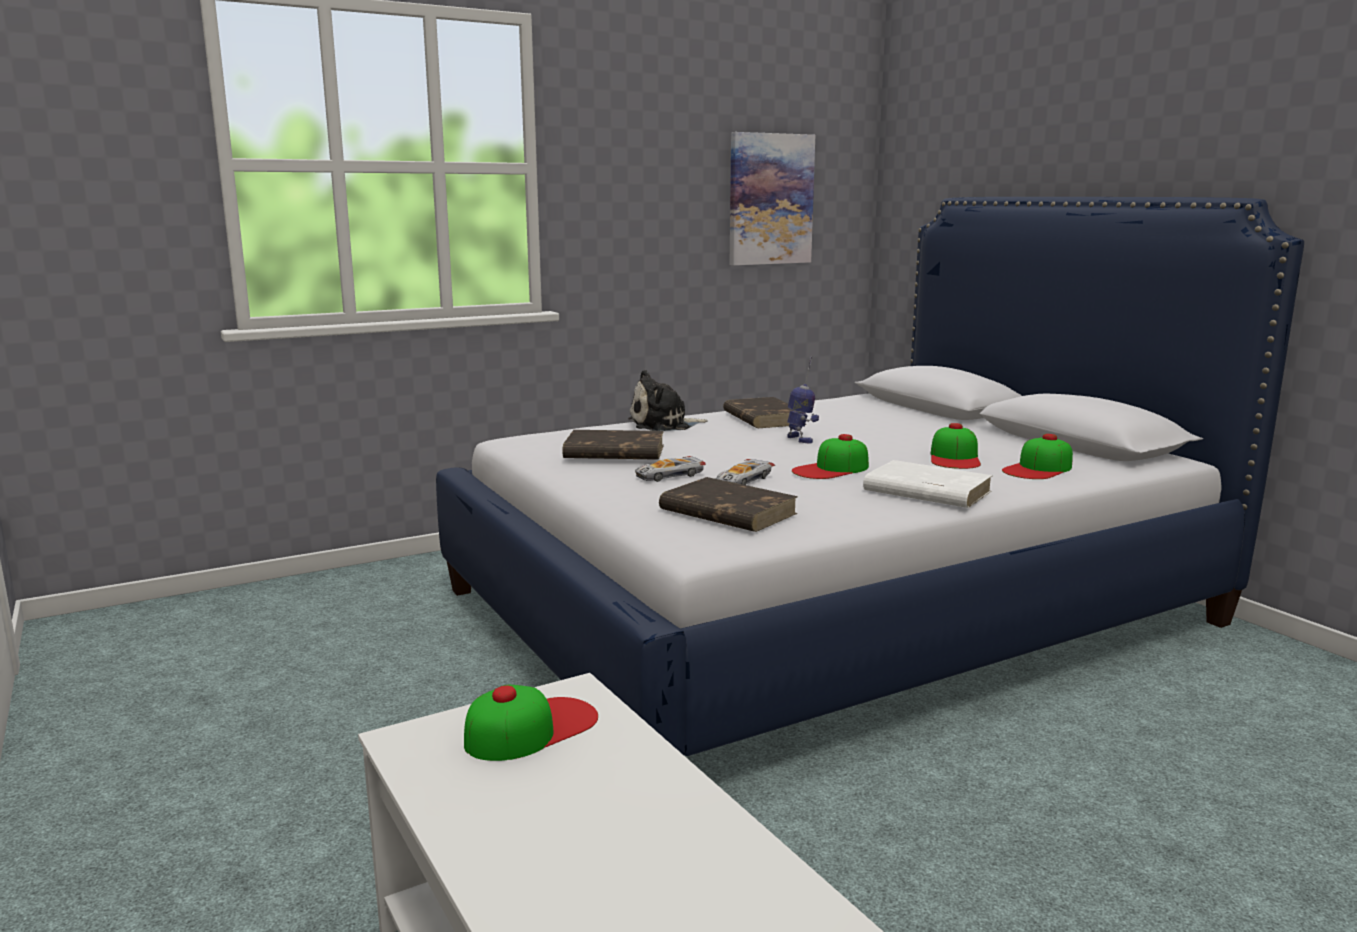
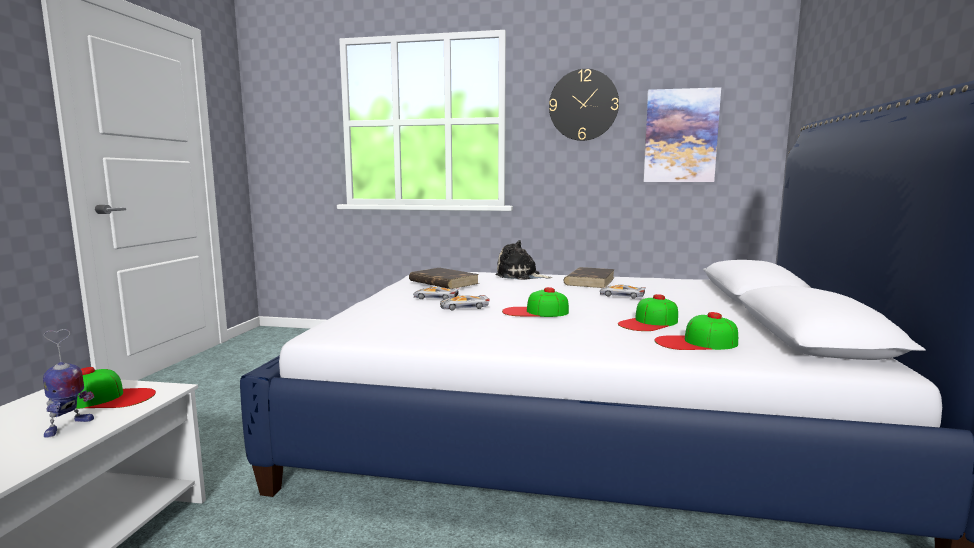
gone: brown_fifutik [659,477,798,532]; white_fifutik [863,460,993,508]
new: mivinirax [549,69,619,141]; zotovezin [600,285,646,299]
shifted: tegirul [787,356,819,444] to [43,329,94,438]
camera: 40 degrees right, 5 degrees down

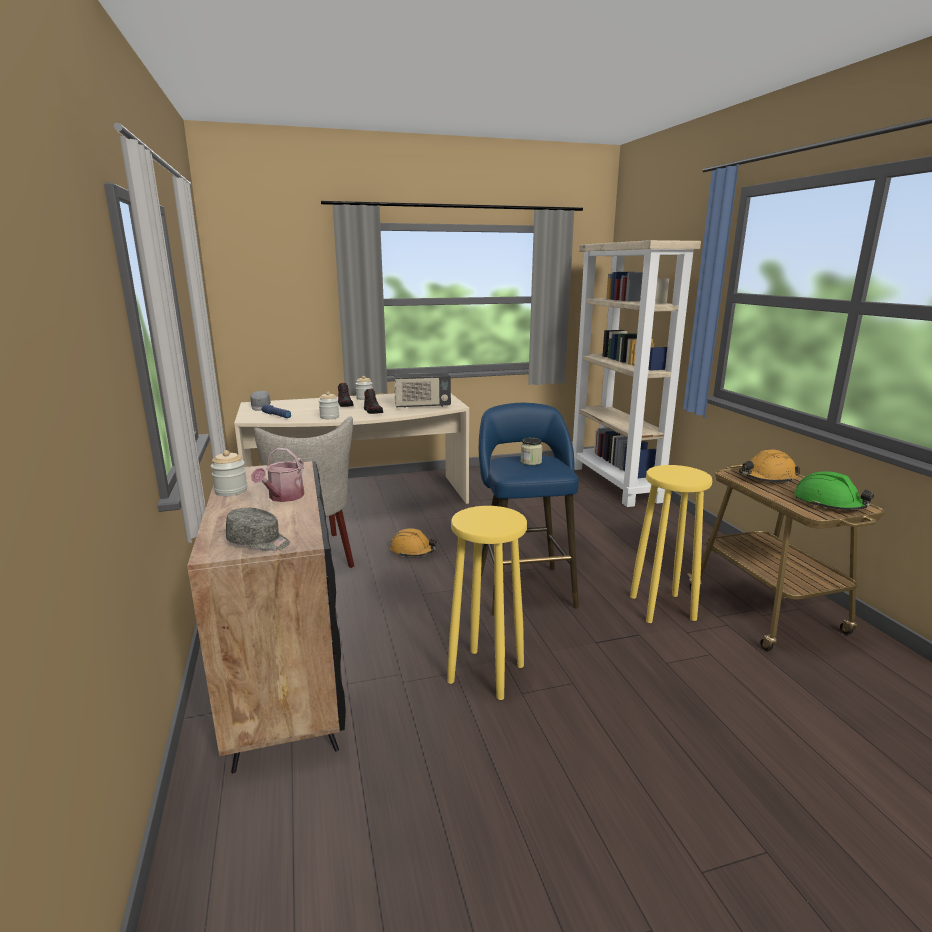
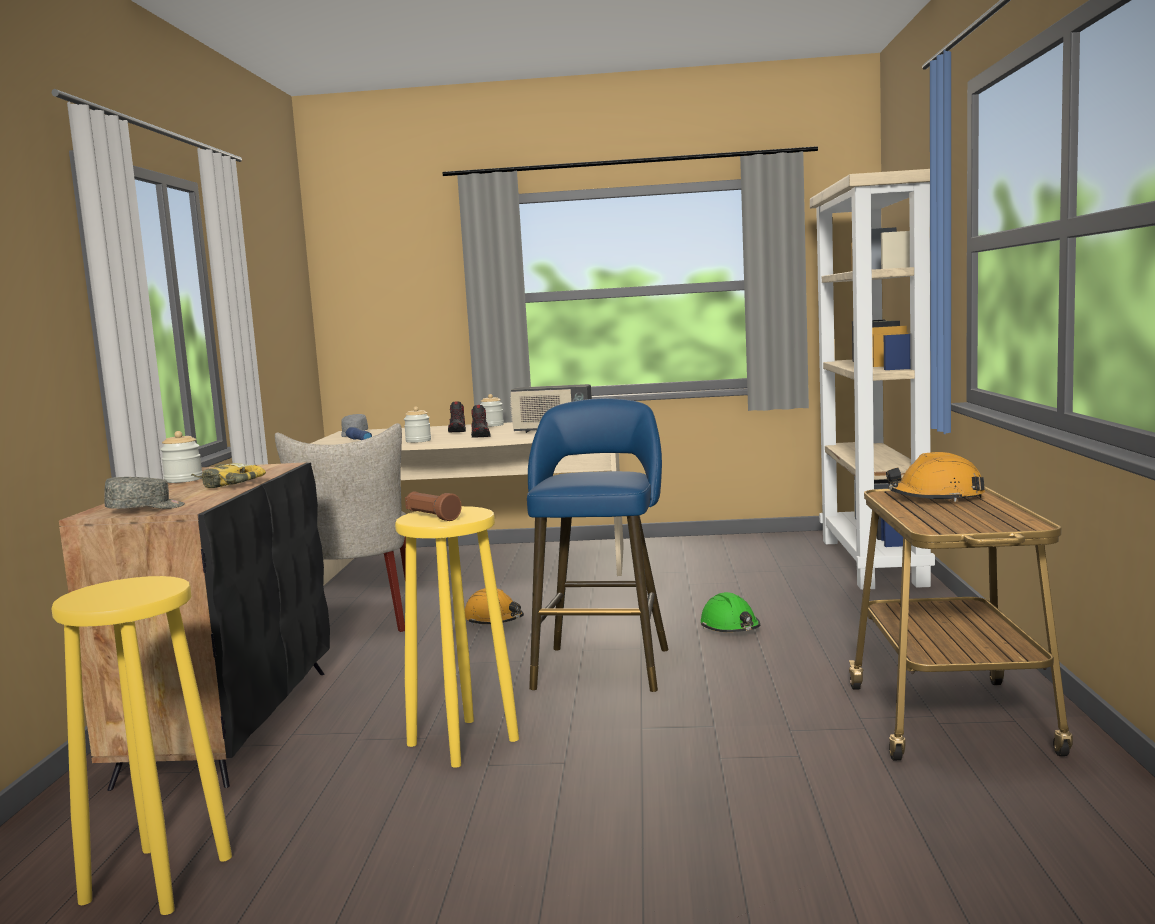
gone: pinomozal [521,438,543,465]
new: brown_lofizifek [405,492,462,521]
shifted: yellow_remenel [630,465,712,623] to [51,576,232,915]; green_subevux [794,471,874,510] to [700,592,760,632]
swapped: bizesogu [251,448,305,502] to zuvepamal [191,463,266,488]
rotated: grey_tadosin [226,507,290,551] = [104,477,185,509] 60 degrees counterclockwise
camera: 20 degrees right, 10 degrees down

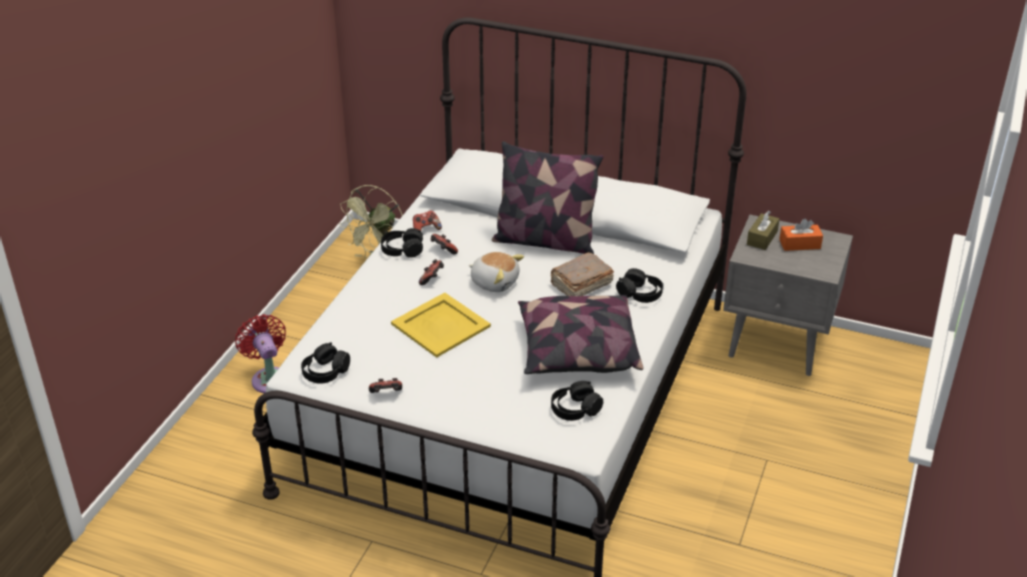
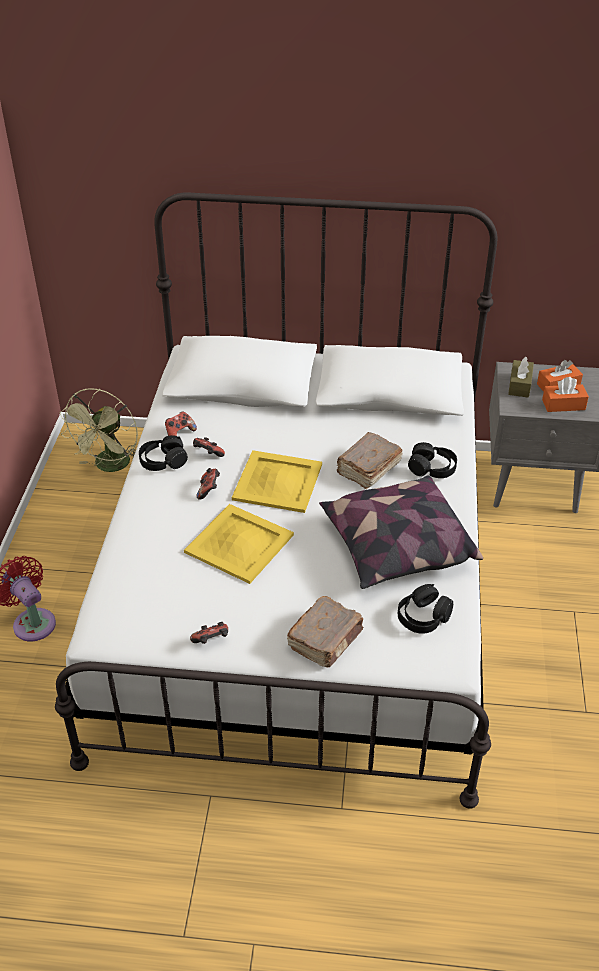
gone: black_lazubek [301,342,350,384]; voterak [492,141,604,254]
new: brown_fifutik [287,596,363,667]; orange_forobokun [542,377,589,412]
swapped: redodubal [469,252,524,292] to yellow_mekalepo [232,450,322,513]
camera: 15 degrees left, 5 degrees up

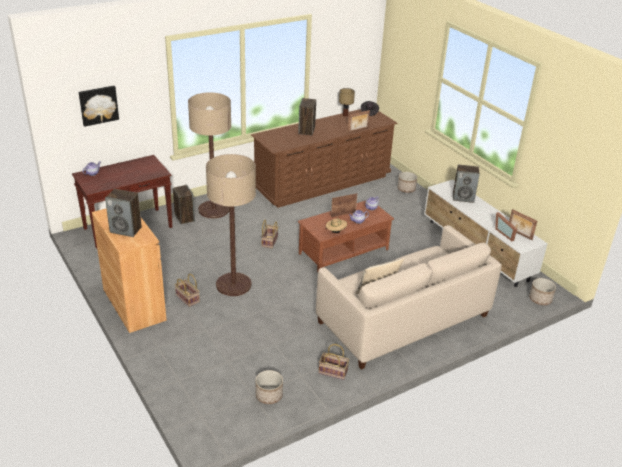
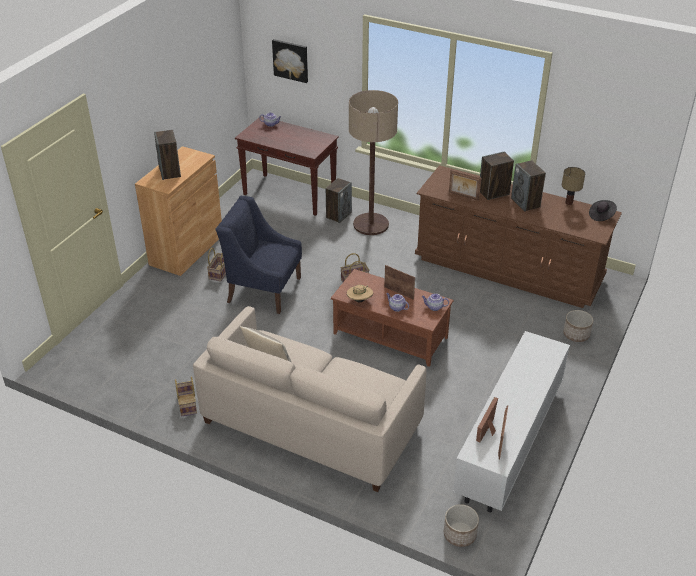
gone: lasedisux [256,370,283,404]
shifted: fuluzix [348,110,370,133] to [449,170,481,201]; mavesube [453,165,480,203] to [511,160,546,212]
swapped: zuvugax [206,154,256,296] to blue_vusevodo [215,196,302,314]
camera: 60 degrees right, 5 degrees up

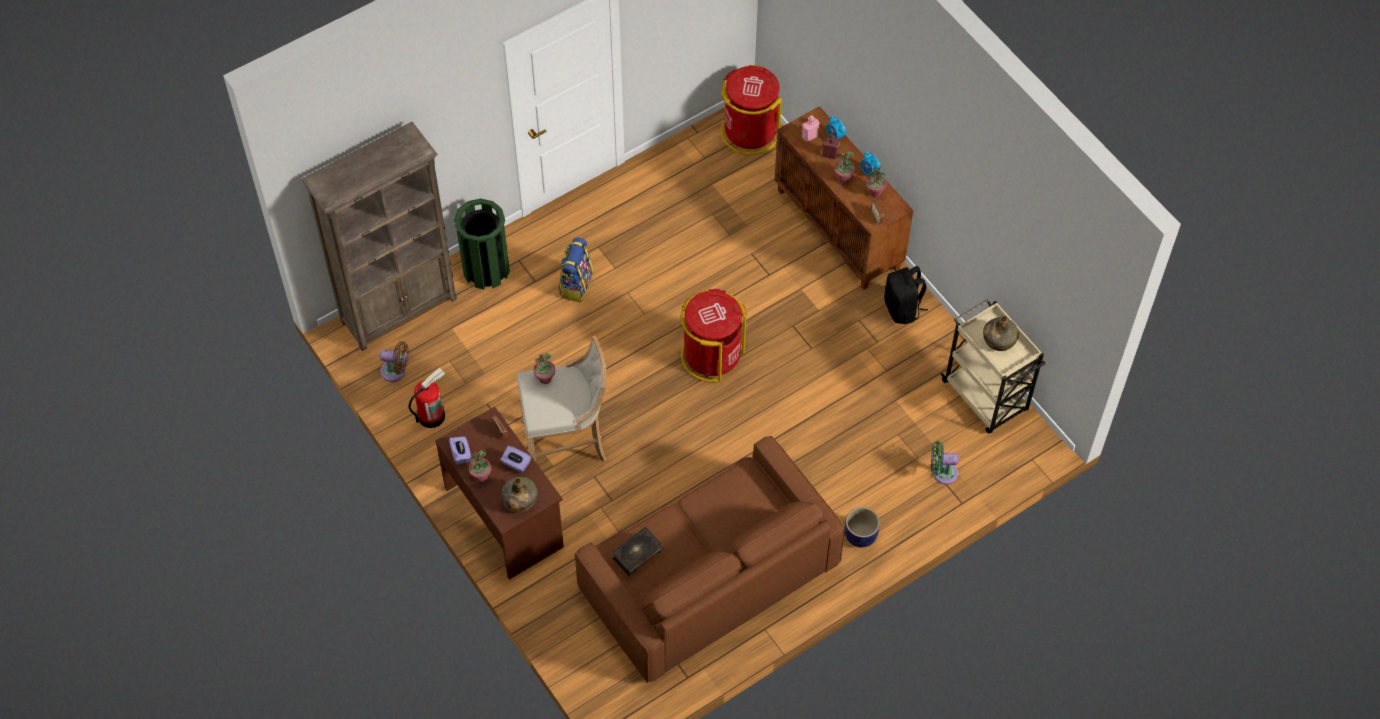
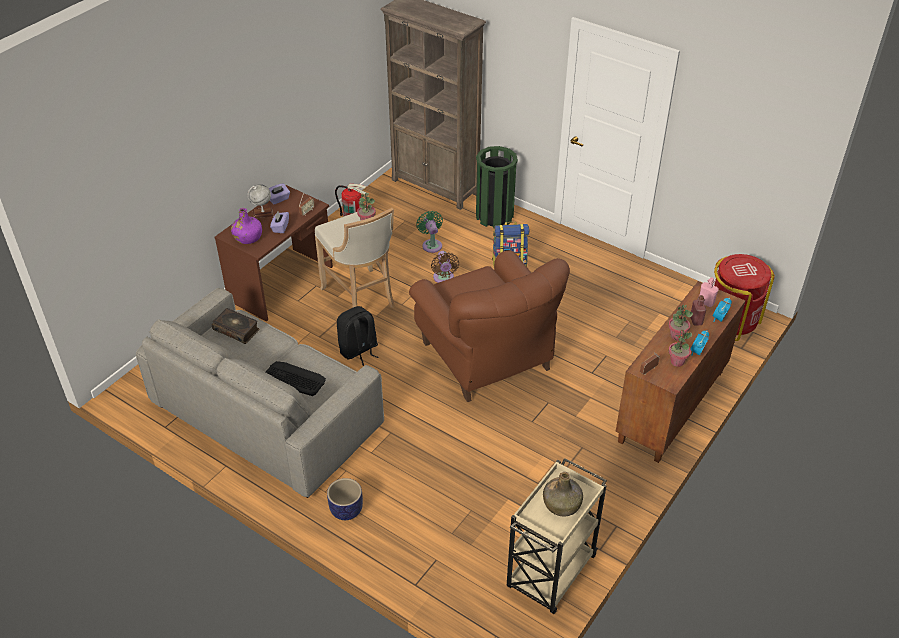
new: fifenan [266,361,326,396]
shifted: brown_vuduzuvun [380,341,408,382] to [431,251,459,283]; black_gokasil [884,266,928,324] to [337,306,379,366]; green_vuduzuvun [931,441,959,484] to [416,211,443,253]
swapped: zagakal [469,450,491,482] to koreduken [248,184,273,219]; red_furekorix [681,289,747,382] to brown_vusevodo [409,251,570,402]
repainted: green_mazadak [501,477,538,513] to purple_mazadak [231,208,262,244]; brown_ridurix [575,436,845,683] to grey_ridurix [136,288,384,498]
camera: 70 degrees right, 15 degrees down

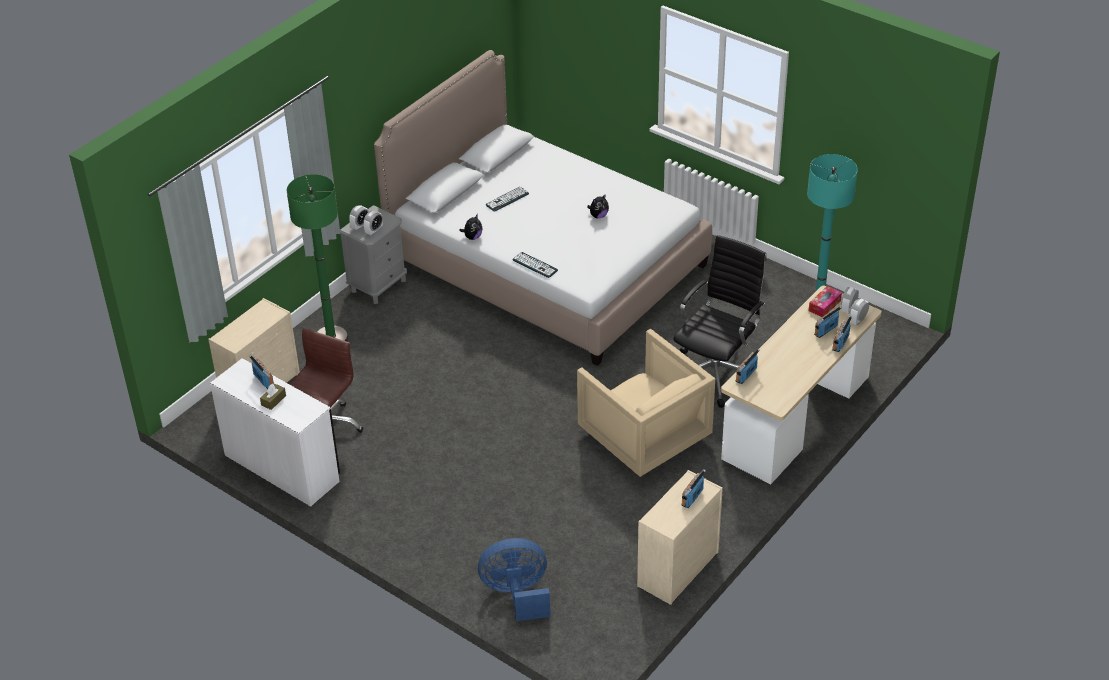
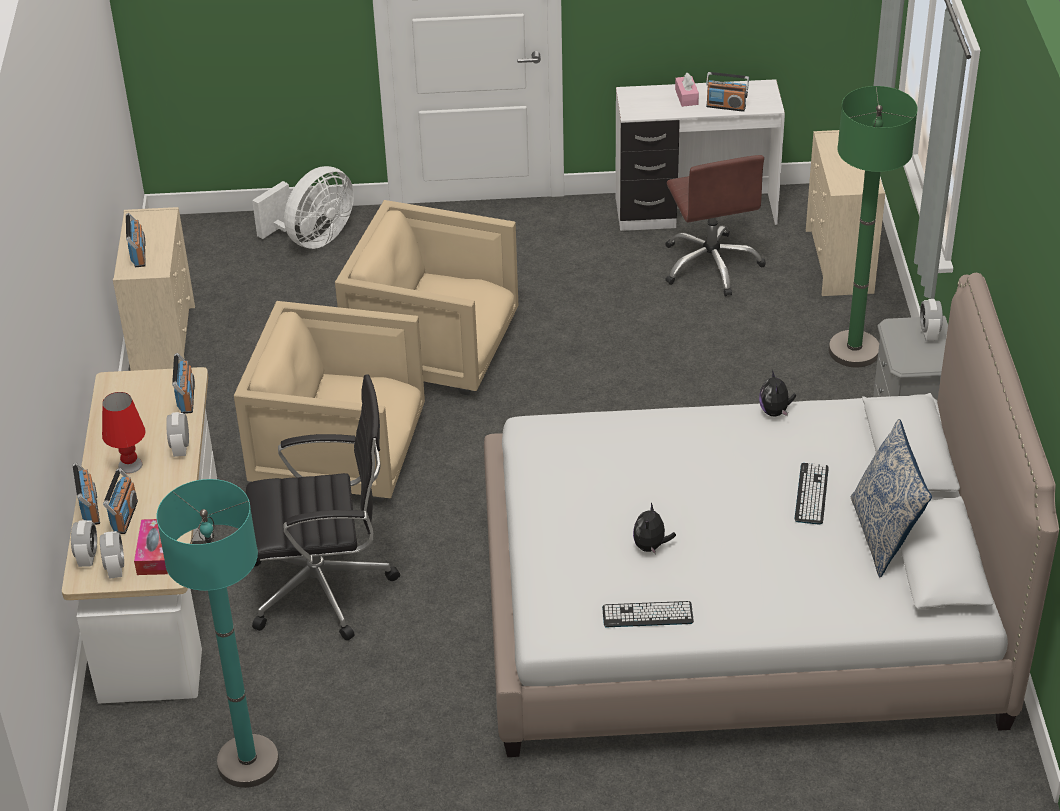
new: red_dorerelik [102,392,146,473]; beige_vusevodo [335,200,518,395]; voterak [851,419,932,578]
shifted: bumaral [363,210,383,236] to [166,412,189,457]; fifenan [512,252,558,278] to [602,601,694,627]
repainted: brown_forobokun [260,384,286,410] to pink_forobokun [675,72,699,107]; blue_vuduzuvun [478,538,551,621] to white_vuduzuvun [252,166,354,249]
rotated: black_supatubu [673,235,766,408] = [246,374,400,640] 90 degrees counterclockwise
camera: 140 degrees right, 0 degrees up

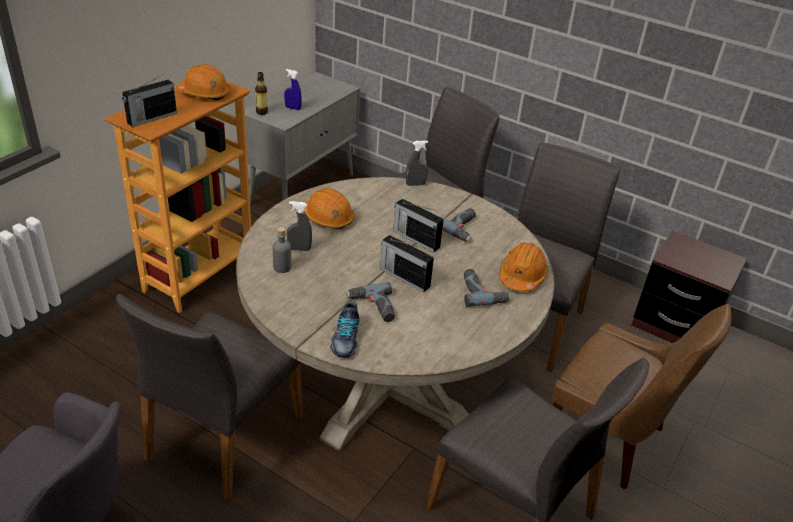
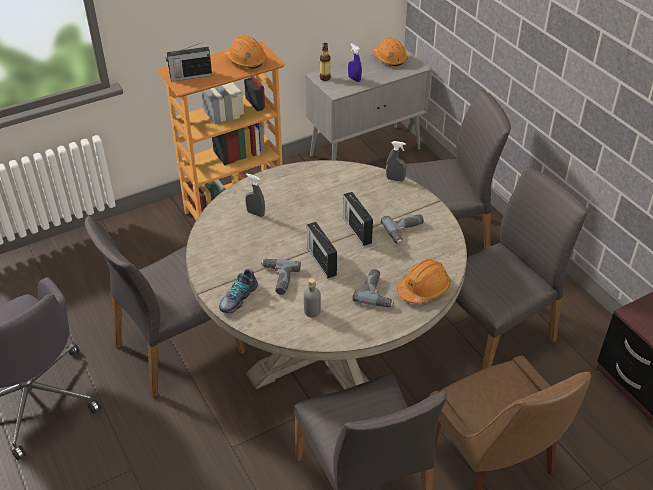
shifted: grey_mazadak [273,227,291,273] to [304,278,321,318]; orange_subevux [304,188,355,229] to [373,37,408,66]
camera: 30 degrees right, 5 degrees up

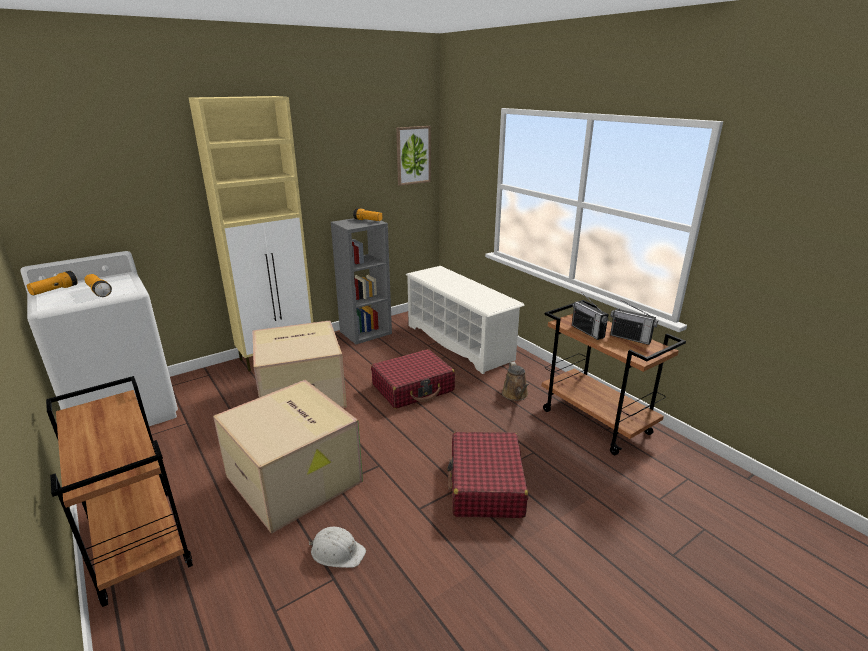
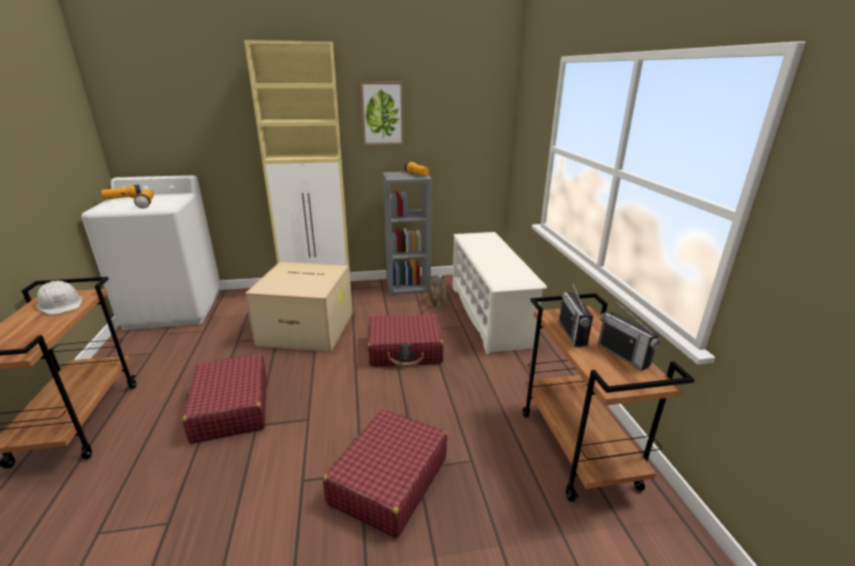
shifted: white_subevux [309,527,366,568] to [37,281,82,315]; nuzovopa [396,126,431,186] to [360,81,404,145]; brown_bizesogu [502,362,529,401] to [426,275,449,307]
swapped: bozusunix [213,380,363,534] to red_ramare [183,354,266,444]
camera: 25 degrees right, 0 degrees up

